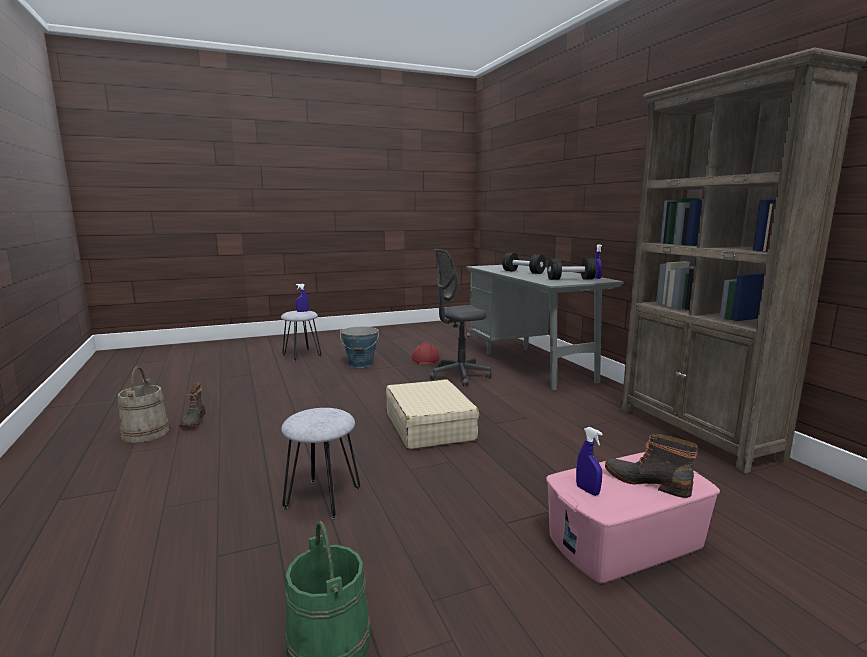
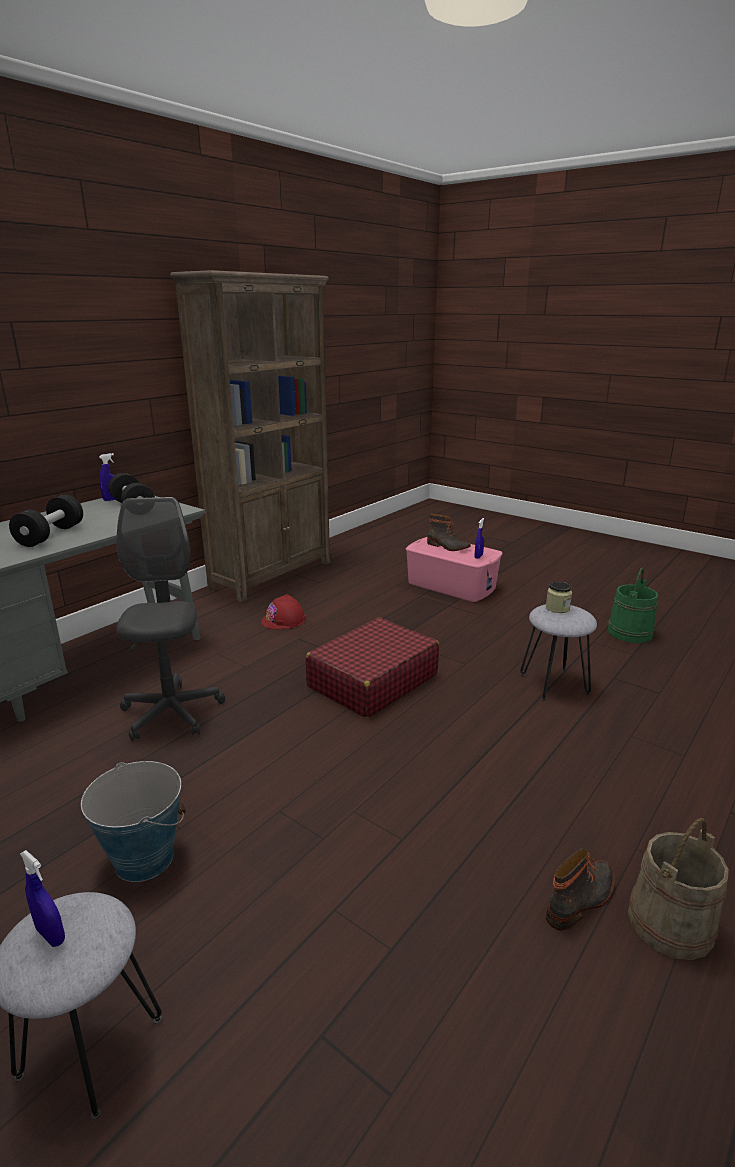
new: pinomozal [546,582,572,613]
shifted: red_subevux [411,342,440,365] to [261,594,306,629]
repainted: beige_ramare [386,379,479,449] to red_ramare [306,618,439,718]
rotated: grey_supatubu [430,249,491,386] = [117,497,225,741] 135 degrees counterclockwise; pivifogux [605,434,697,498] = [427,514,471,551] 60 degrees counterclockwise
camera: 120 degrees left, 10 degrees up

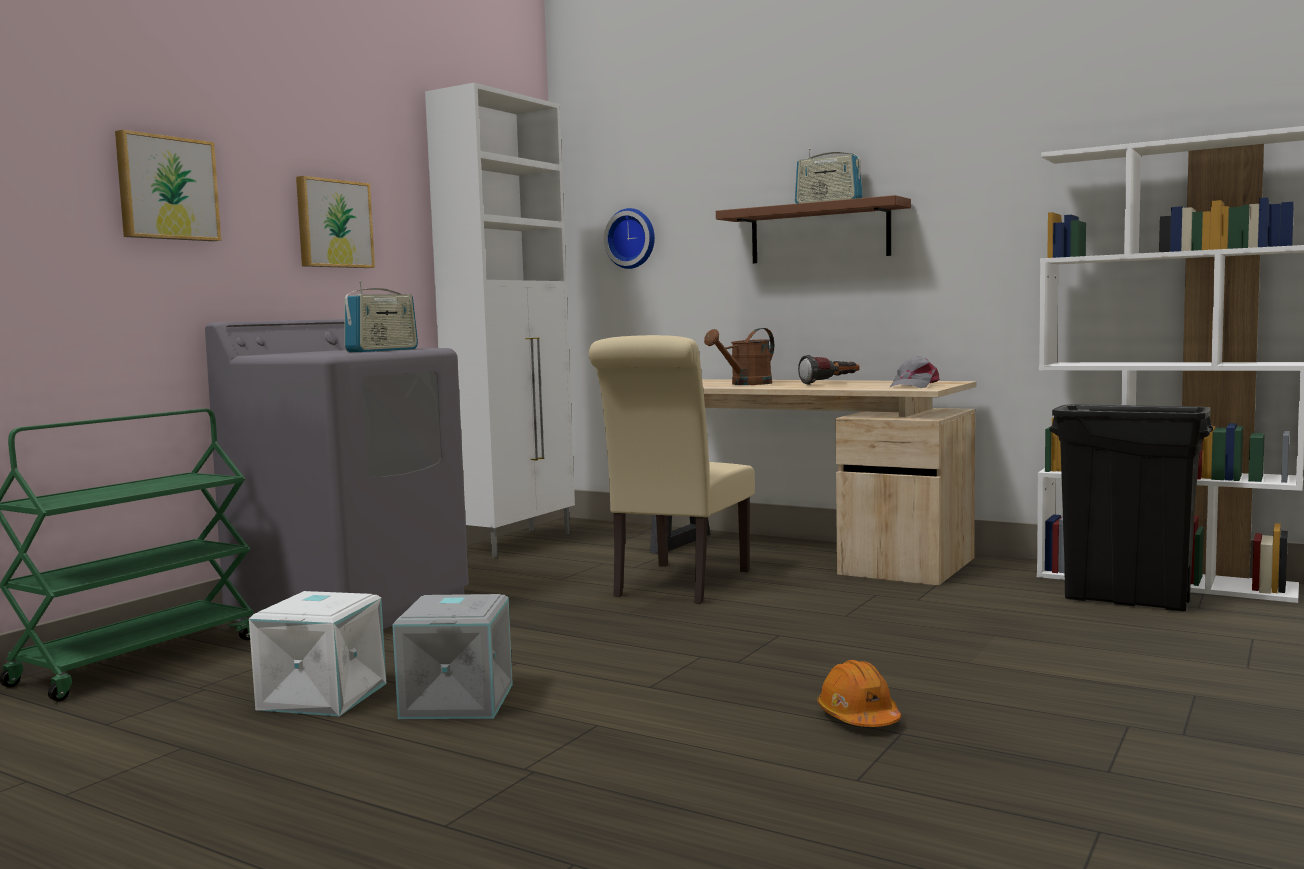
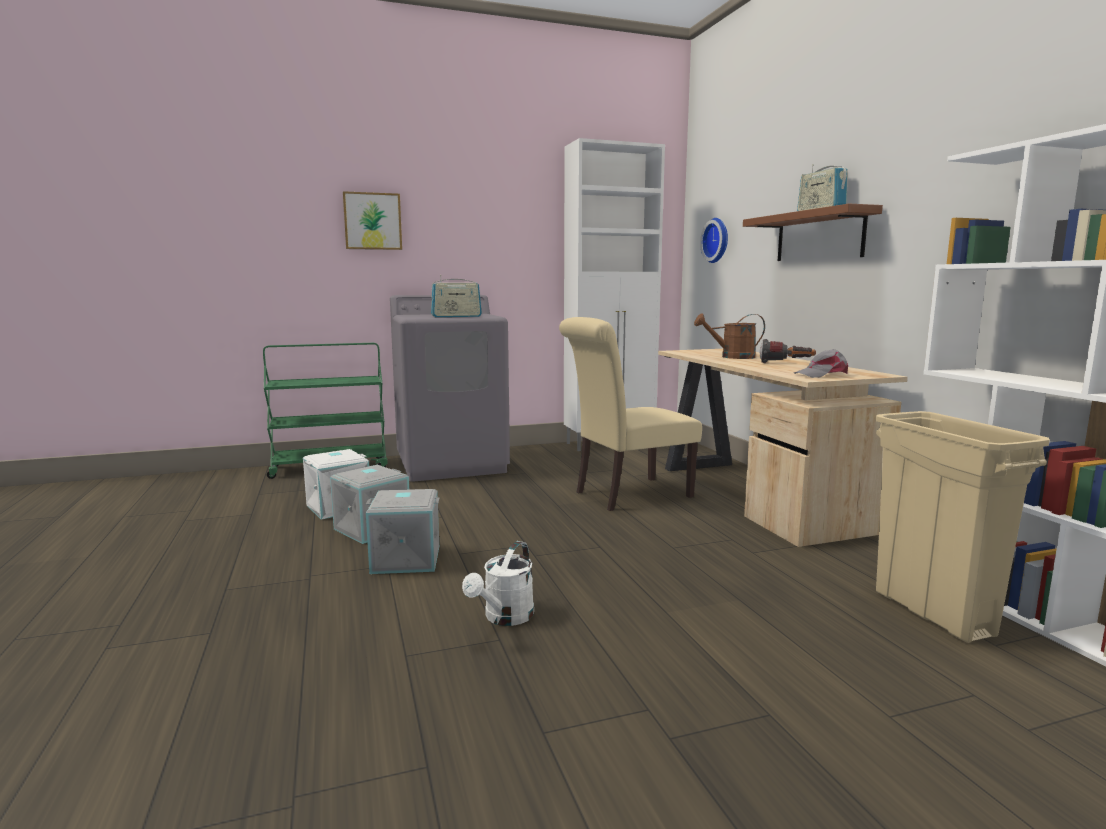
gone: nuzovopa [296,176,375,268]
new: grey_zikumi [366,489,439,574]
swapped: orange_subevux [817,660,901,727] to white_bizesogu [462,541,534,626]
repainted: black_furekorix [1049,404,1213,611] to beige_furekorix [876,411,1050,643]
camera: 40 degrees right, 5 degrees up

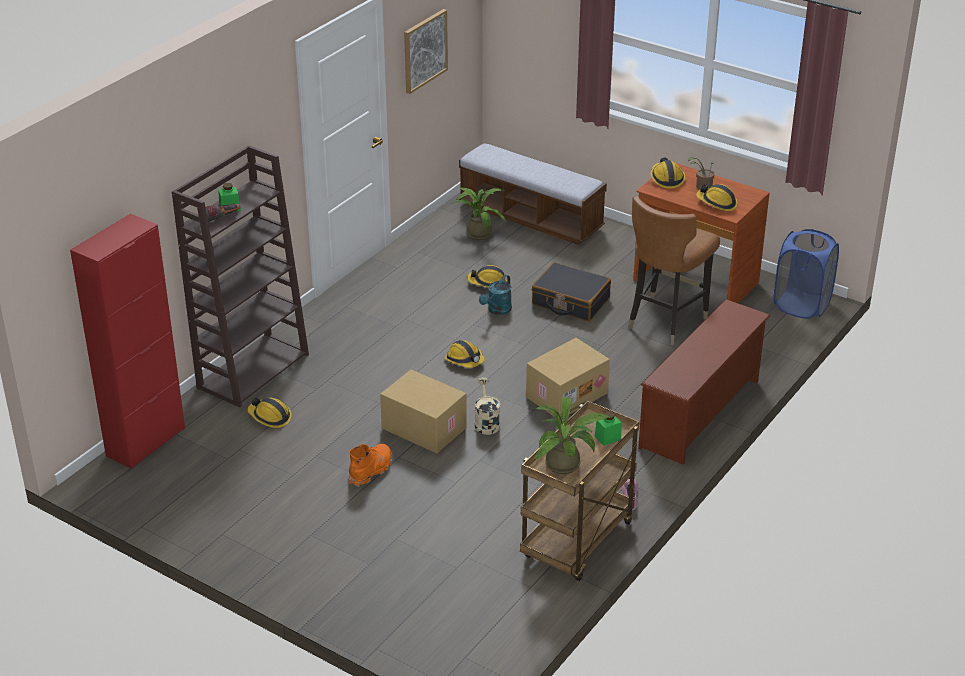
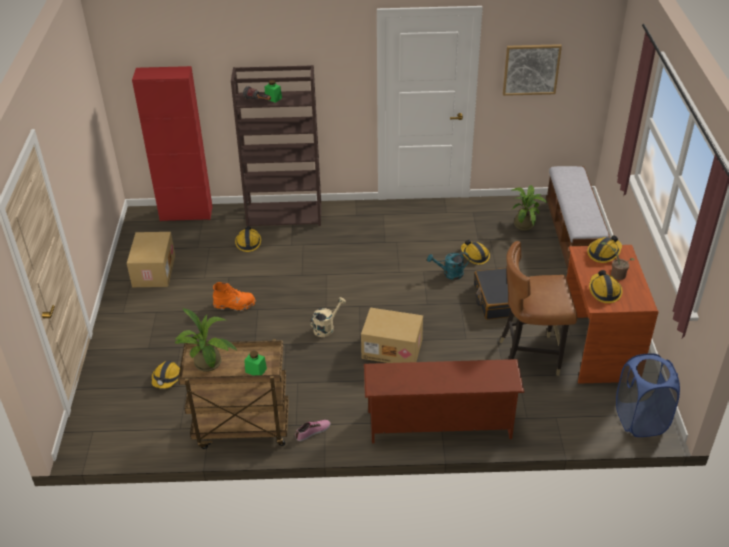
shifted: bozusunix [380,370,467,453] to [127,232,175,287]; subevux [445,340,485,368] to [152,361,180,389]
camera: 55 degrees right, 5 degrees up

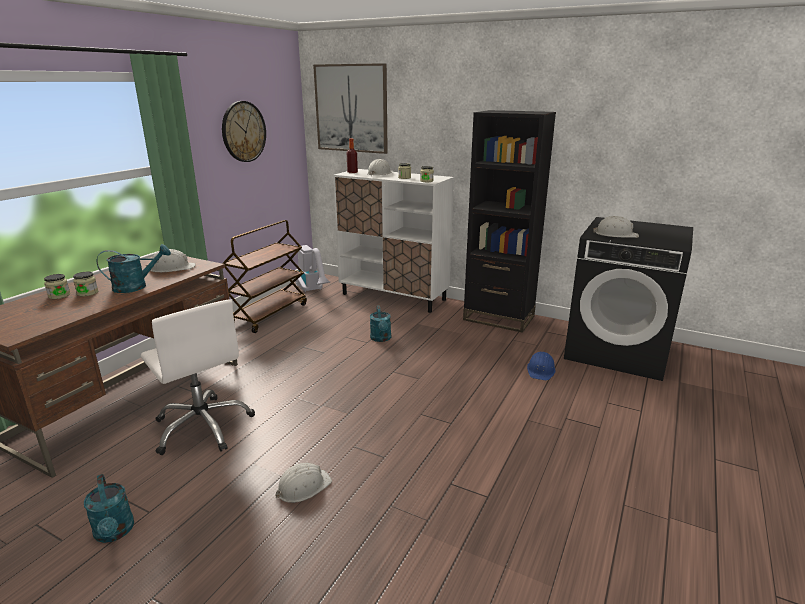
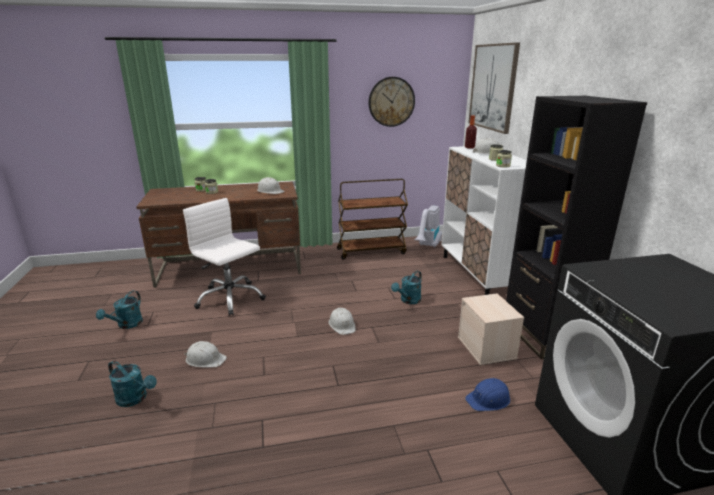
new: beige_zikumi [458,293,524,365]
shifted: turquoise_bizesogu [97,244,171,293] to [108,360,157,407]; white_subevux [593,216,639,238] to [329,308,355,335]
rotated: white_supatubu [141,299,255,455] = [183,198,266,316] 120 degrees clockwise
camera: 50 degrees right, 0 degrees up

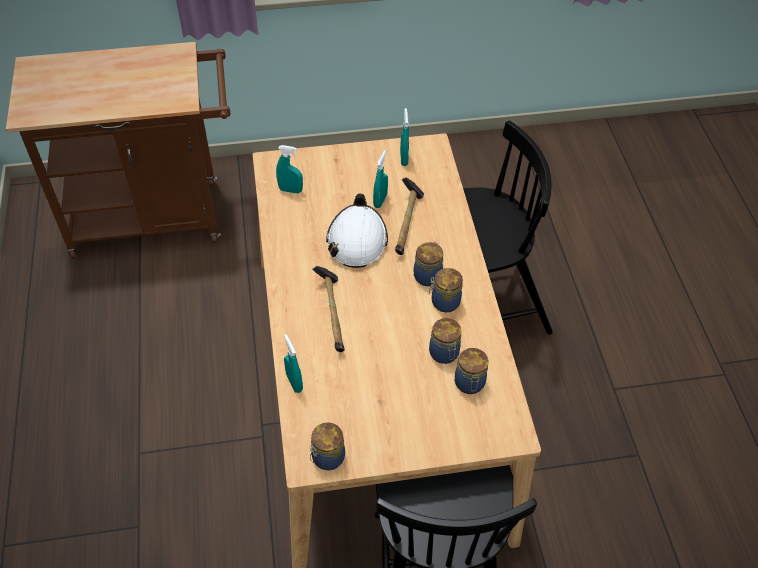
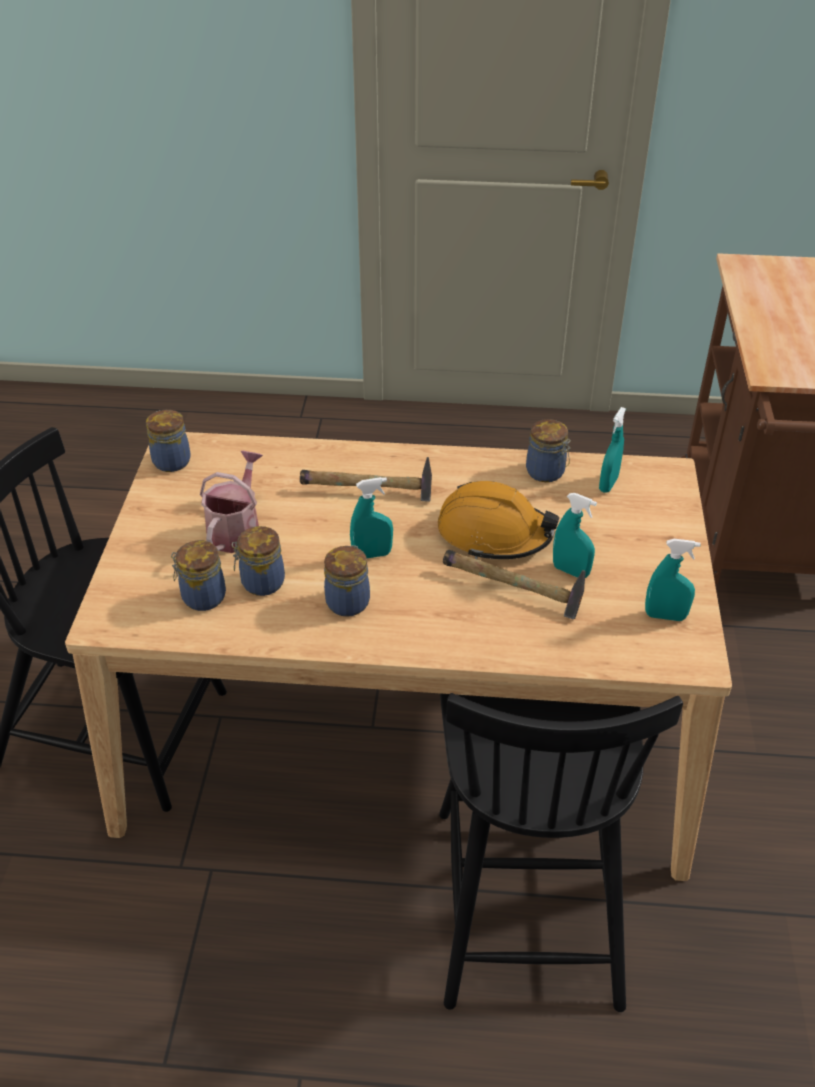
new: bizesogu [200,451,263,553]
shifted: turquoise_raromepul [284,334,303,393] to [350,477,393,558]; pinomozal [414,242,443,286] to [526,419,571,482]
repainted: white_subevux [326,193,388,268] to orange_subevux [438,481,559,559]
camera: 105 degrees right, 10 degrees down

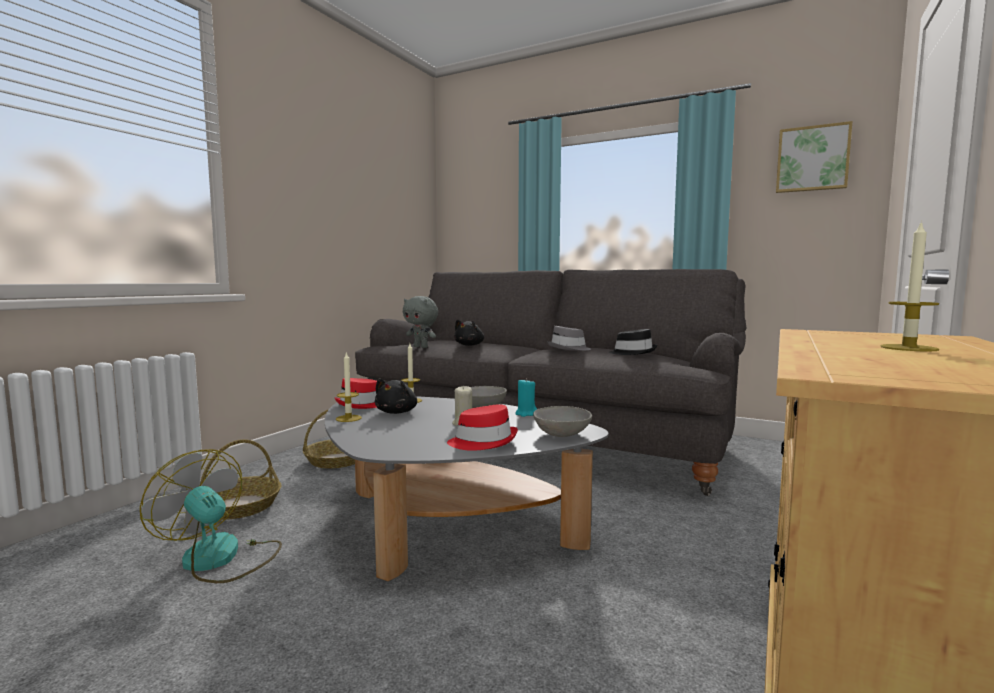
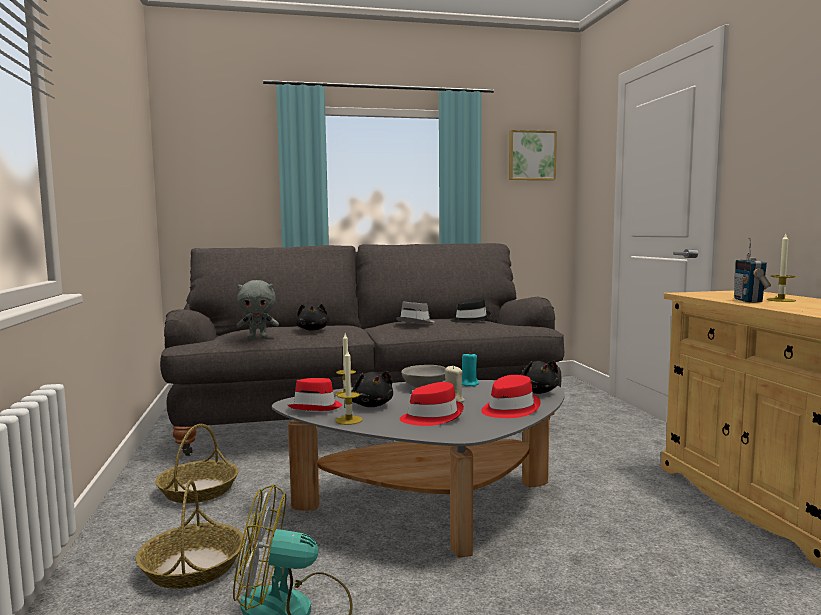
new: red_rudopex [400,382,464,426]; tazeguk [734,238,771,303]
swapped: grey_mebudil [533,406,592,437] to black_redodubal [521,361,559,394]
camera: 40 degrees left, 0 degrees up

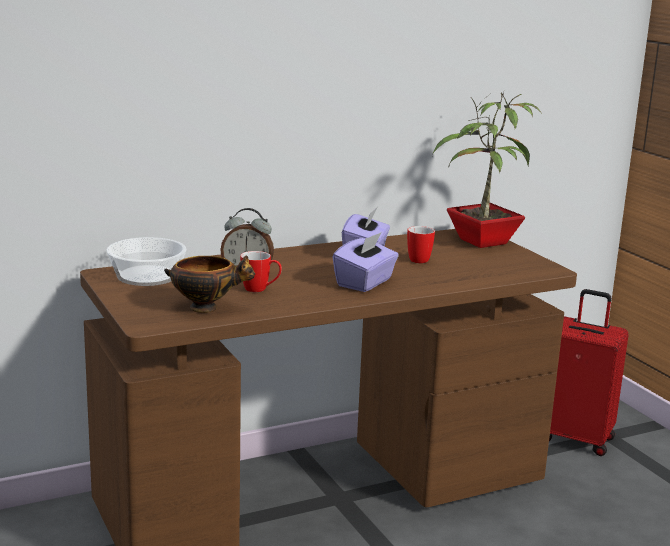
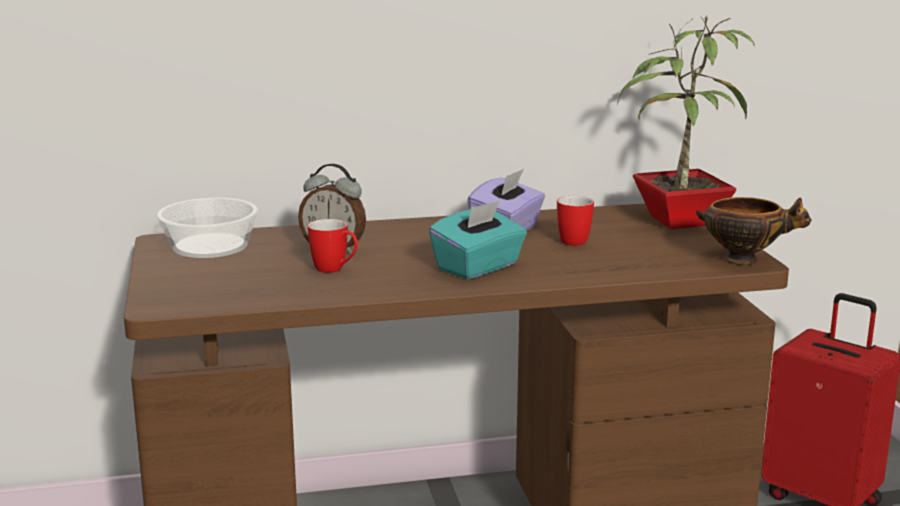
shifted: mebudil [164,255,255,313] to [696,197,812,265]
repainted: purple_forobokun [333,232,399,292] to turquoise_forobokun [429,200,527,279]
camera: 15 degrees right, 0 degrees up

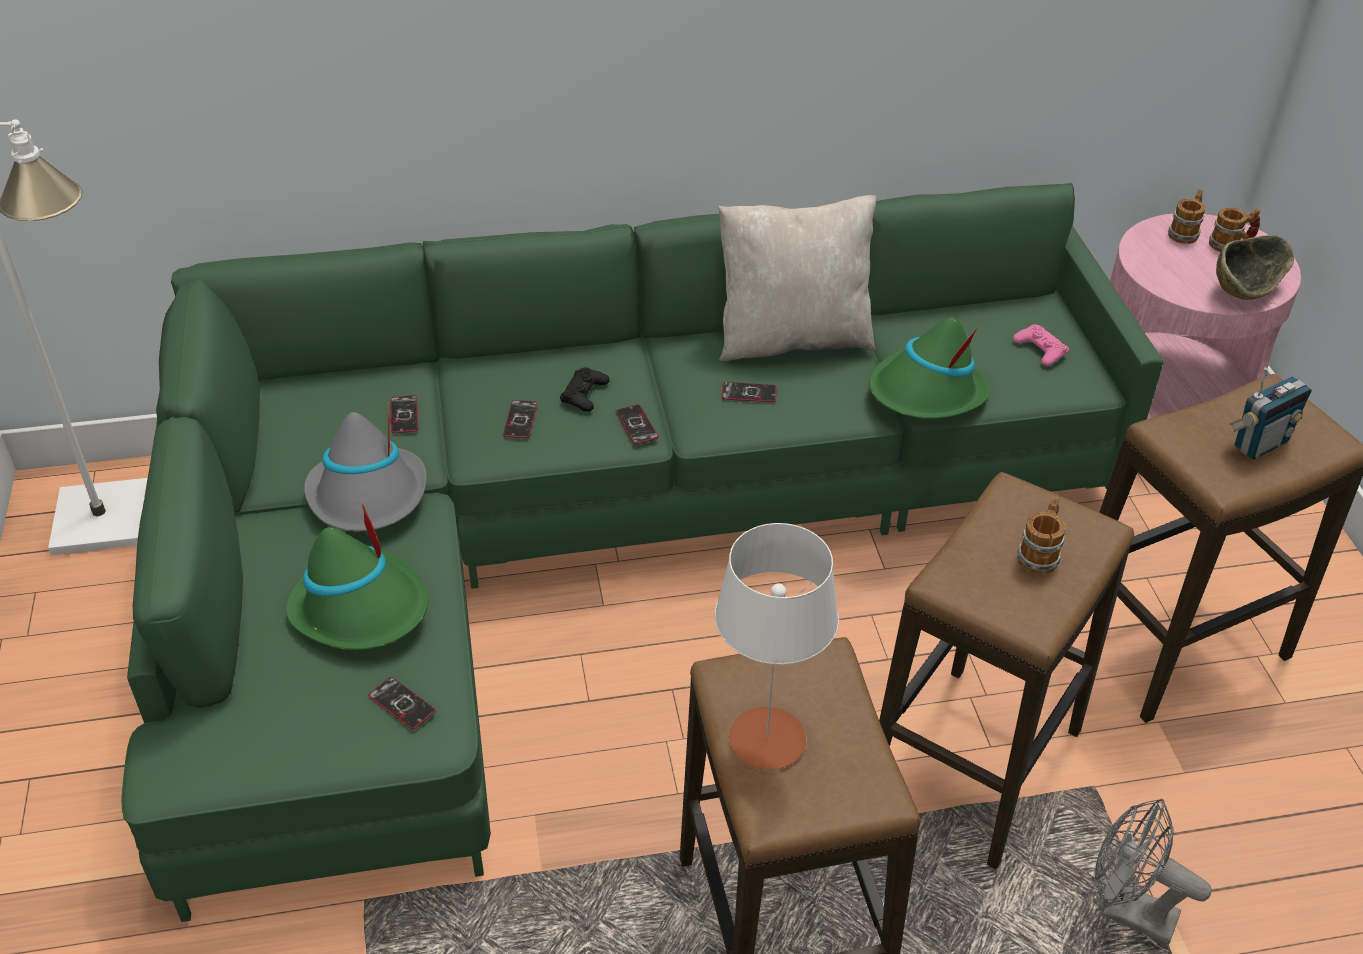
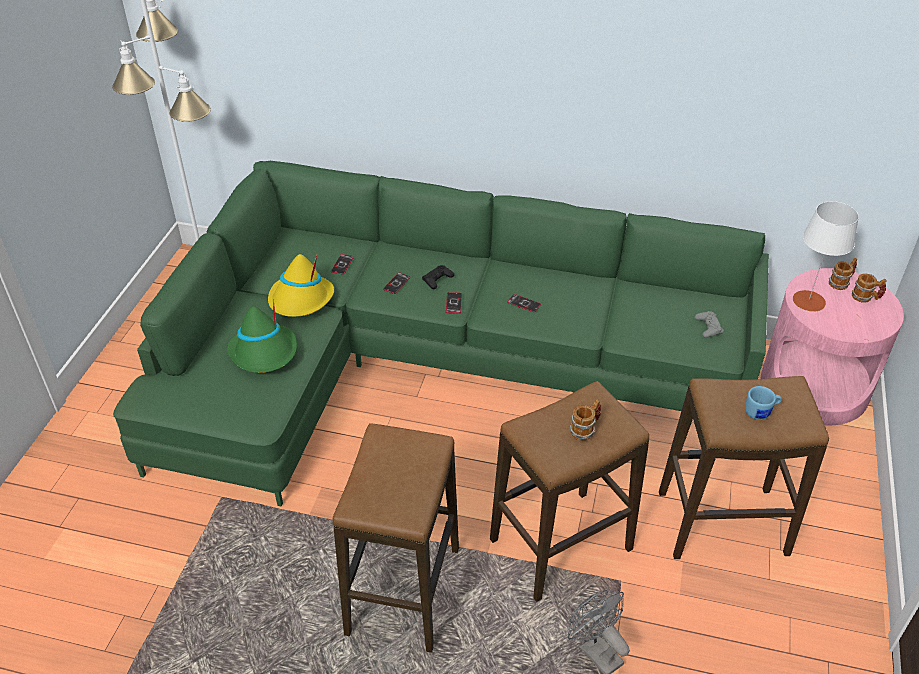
gone: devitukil [368,677,436,729]; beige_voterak [719,195,876,361]; green_rudopex [869,317,990,419]; mebudil [1216,235,1294,300]
shifted: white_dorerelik [715,523,839,770] to [793,201,859,312]
swapped: tazeguk [1230,367,1312,460] to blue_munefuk [745,386,782,420]
repainted: grey_rudopex [304,402,427,531] to yellow_rudopex [268,254,334,317]; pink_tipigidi [1013,325,1069,366] to grey_tipigidi [695,311,724,338]
camera: 25 degrees right, 0 degrees up

